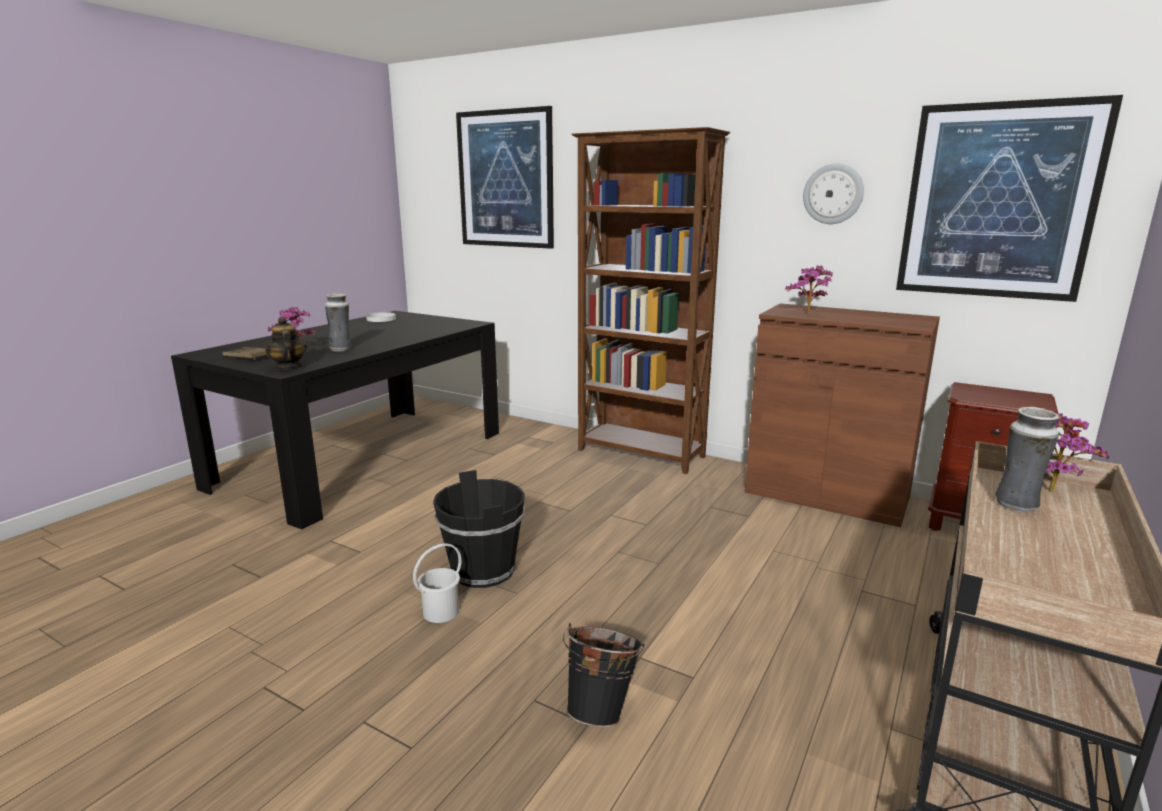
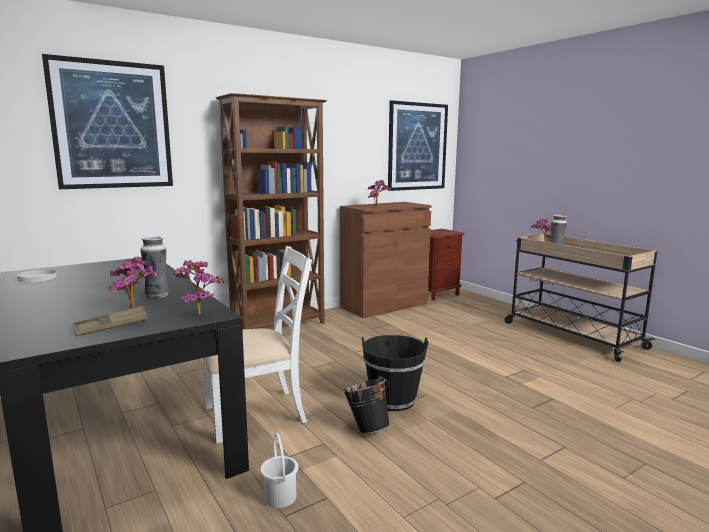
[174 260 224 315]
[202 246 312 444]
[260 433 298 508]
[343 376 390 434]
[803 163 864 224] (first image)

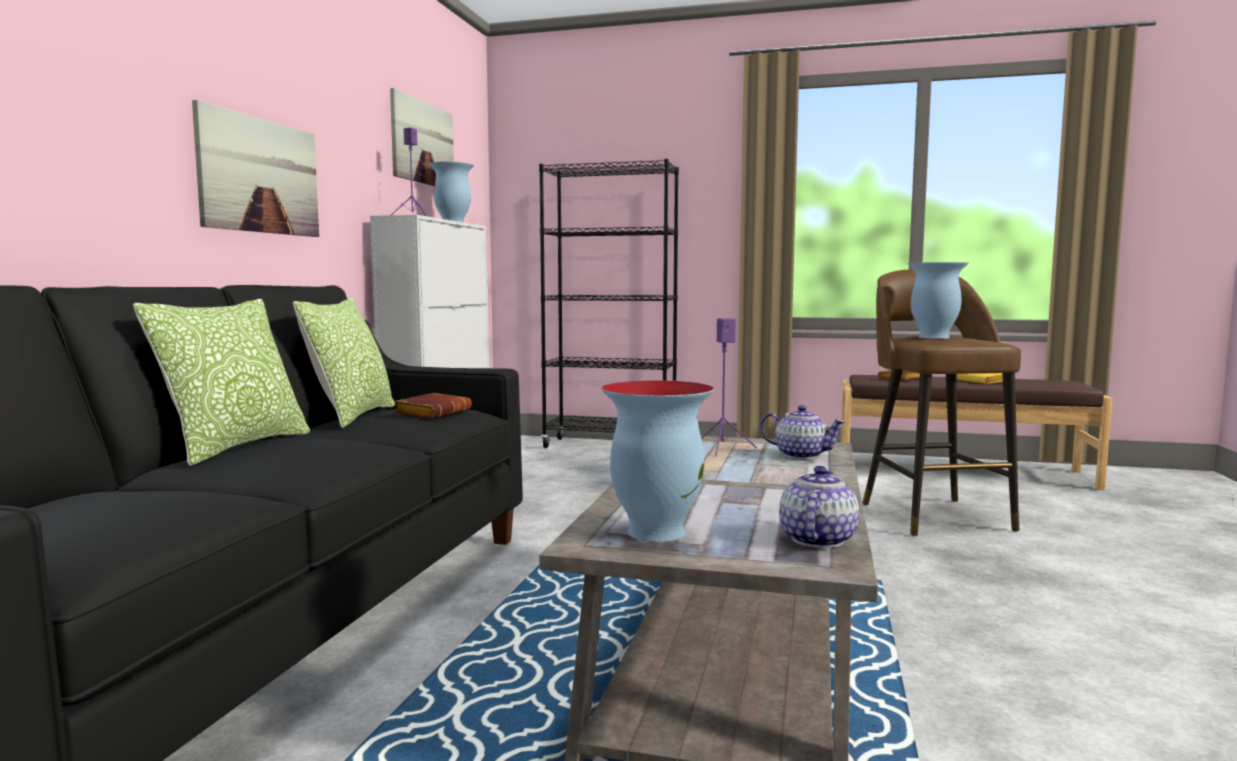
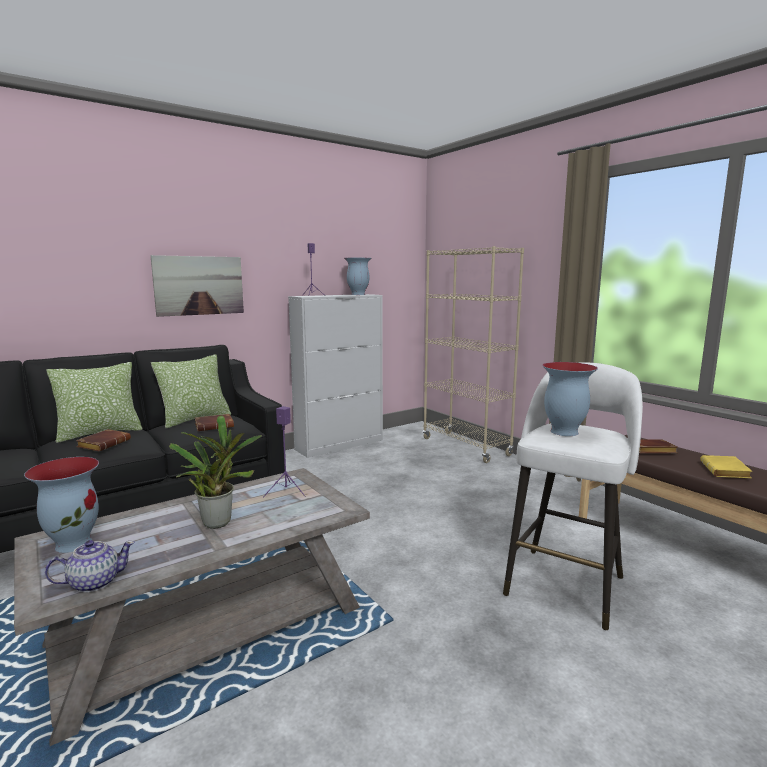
[76 429 131 451]
[169 415 262 529]
[423 246 524 463]
[503 362 643 630]
[390 88 454 186] (first image)
[760 405 845 459] (first image)

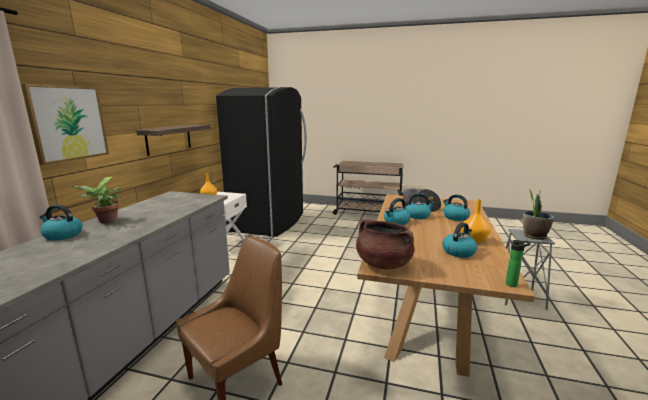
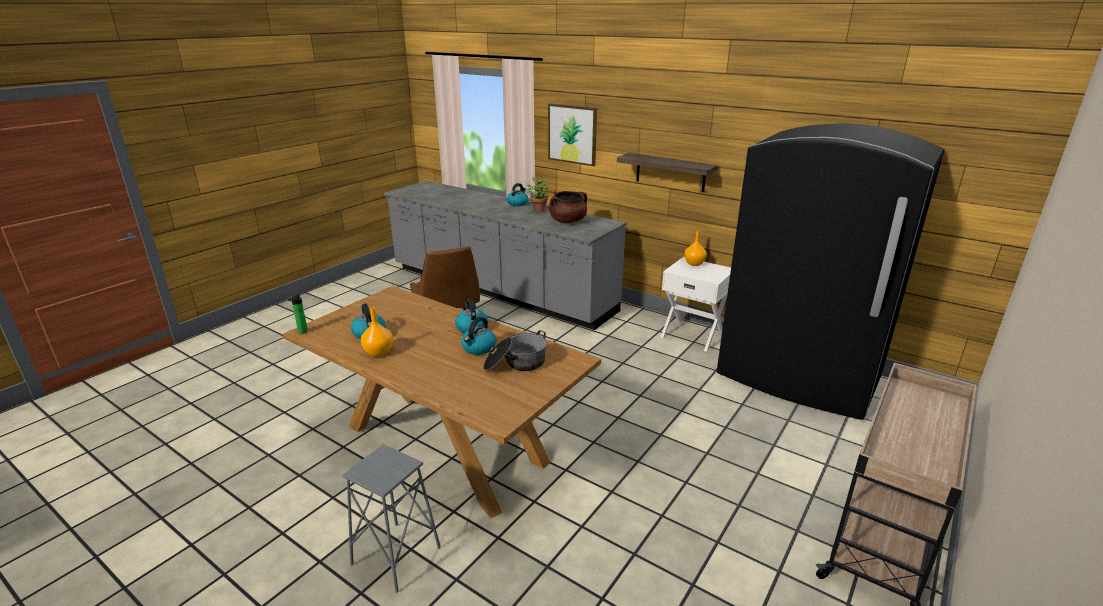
[549 191 587 223]
[443 194 470 221] (first image)
[523 190 554 240] (first image)

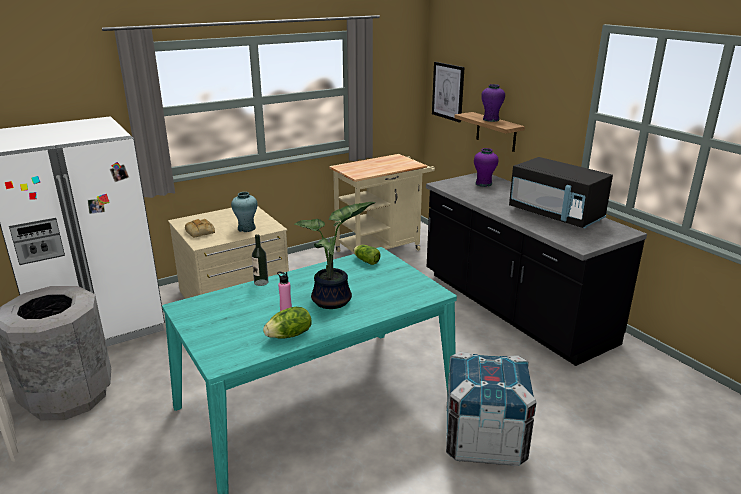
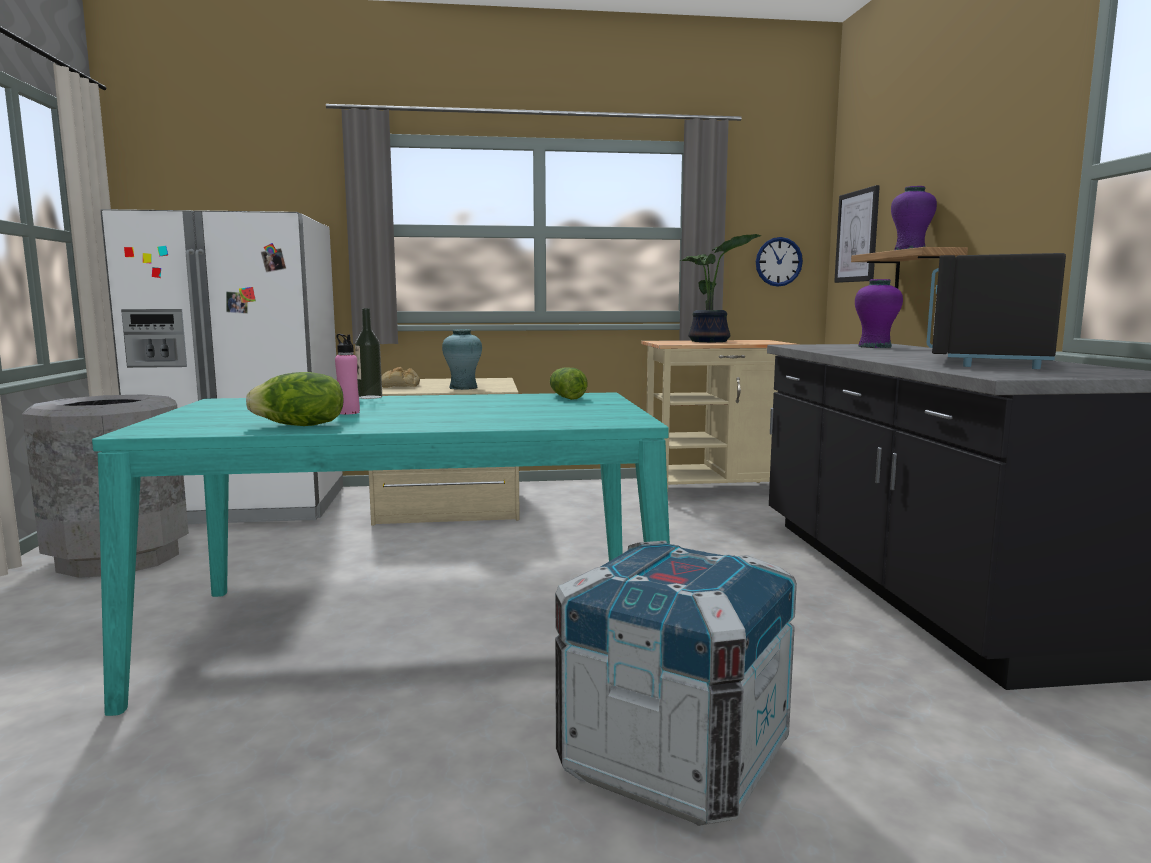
[680 234 761 342]
[756 237 803 287]
[927 253 1066 369]

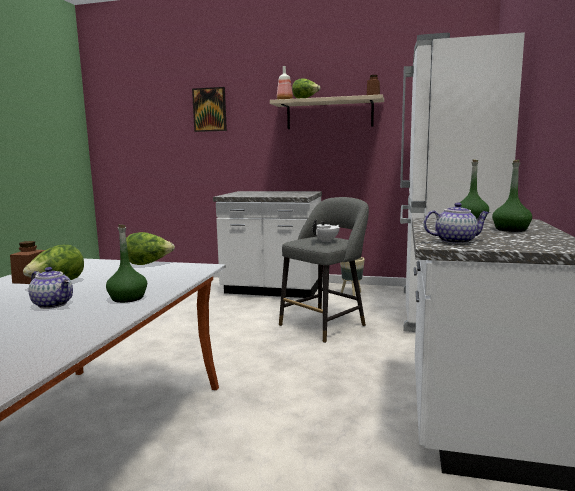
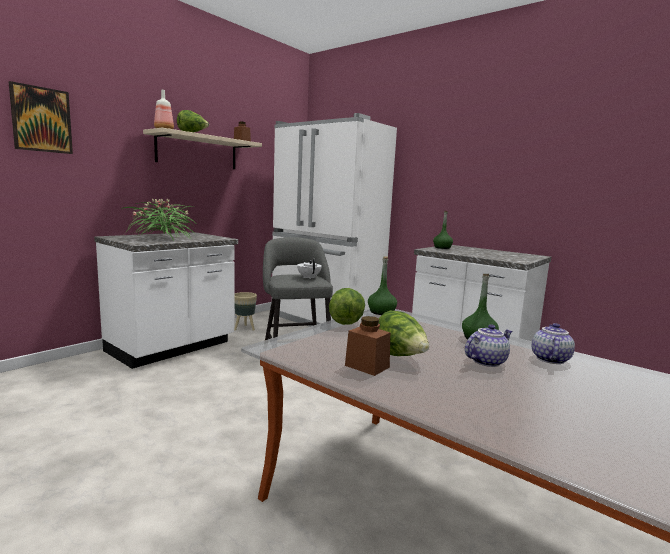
[121 199 195 241]
[368 256 397 315]
[532 323 575 364]

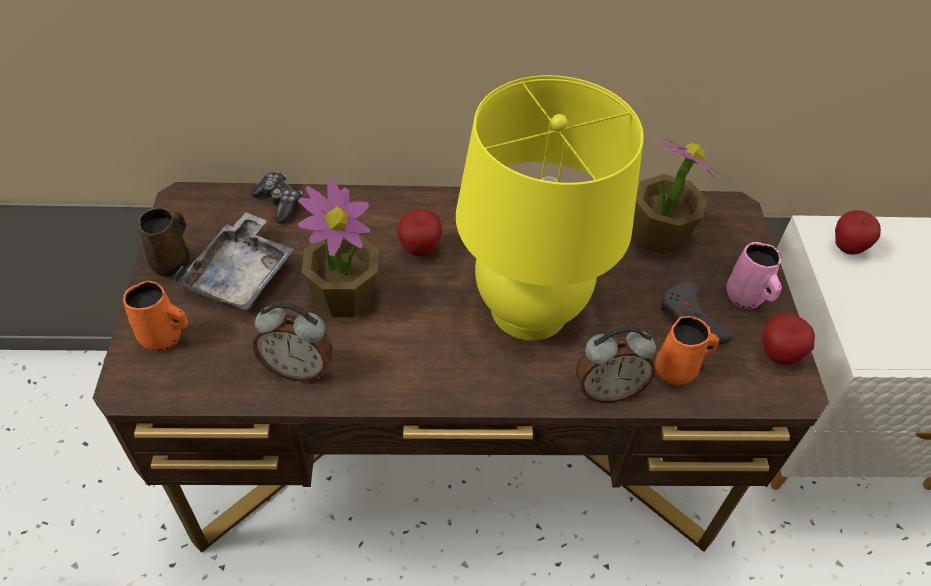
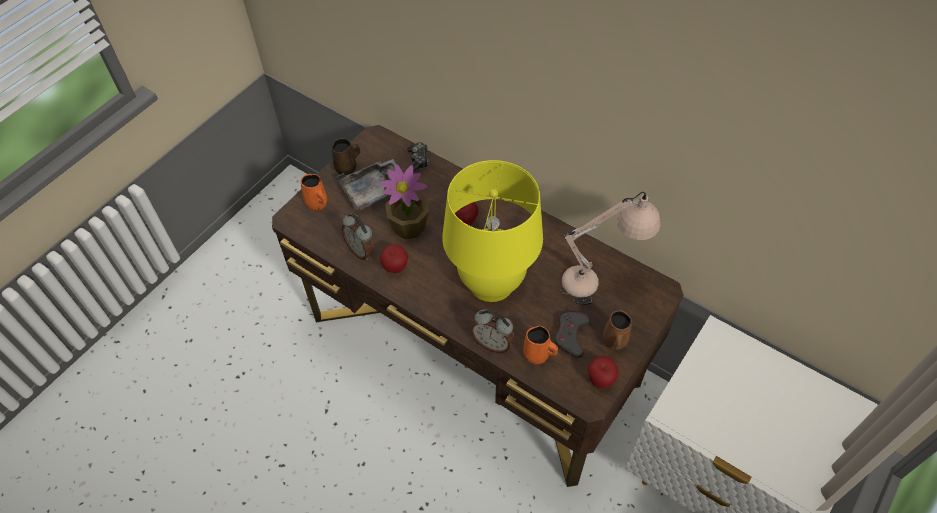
[380 244 408 273]
[560 192 660 305]
[603 310 632 350]

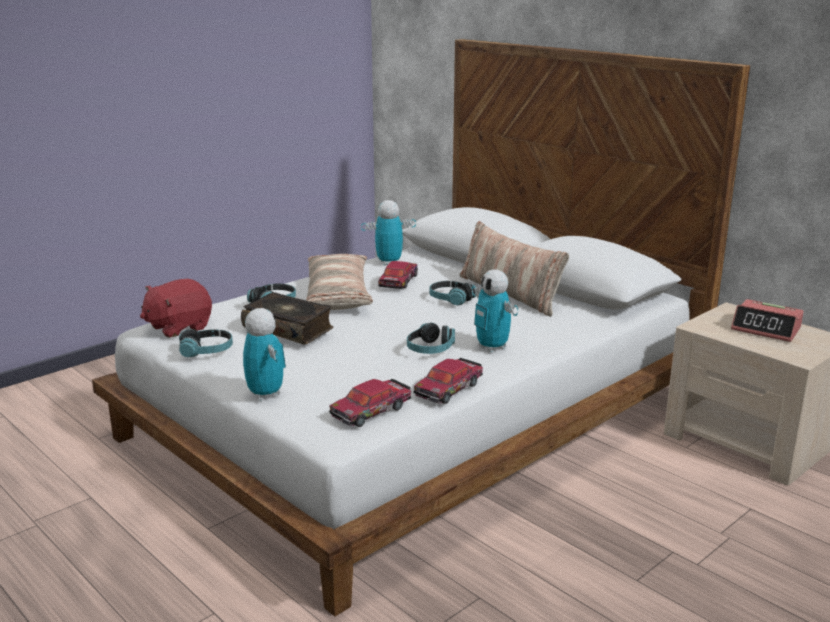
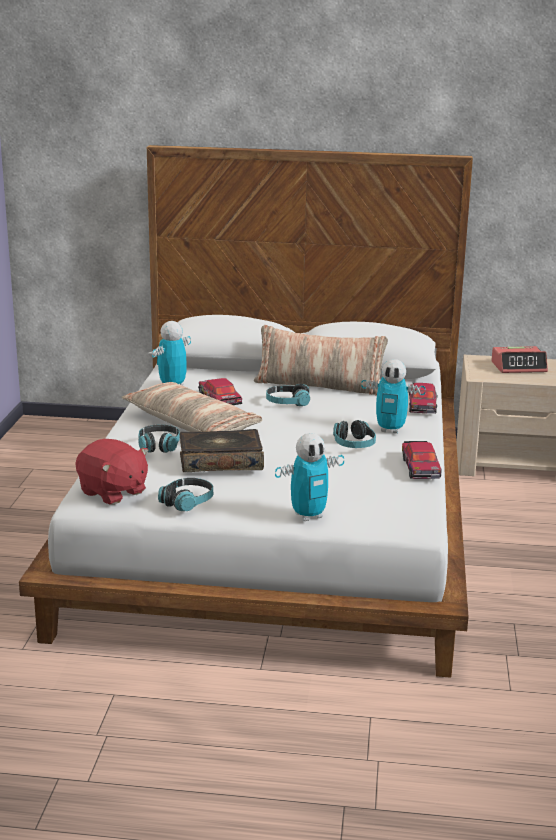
[75 439 149 505]
[275 433 344 521]
[409 383 437 414]

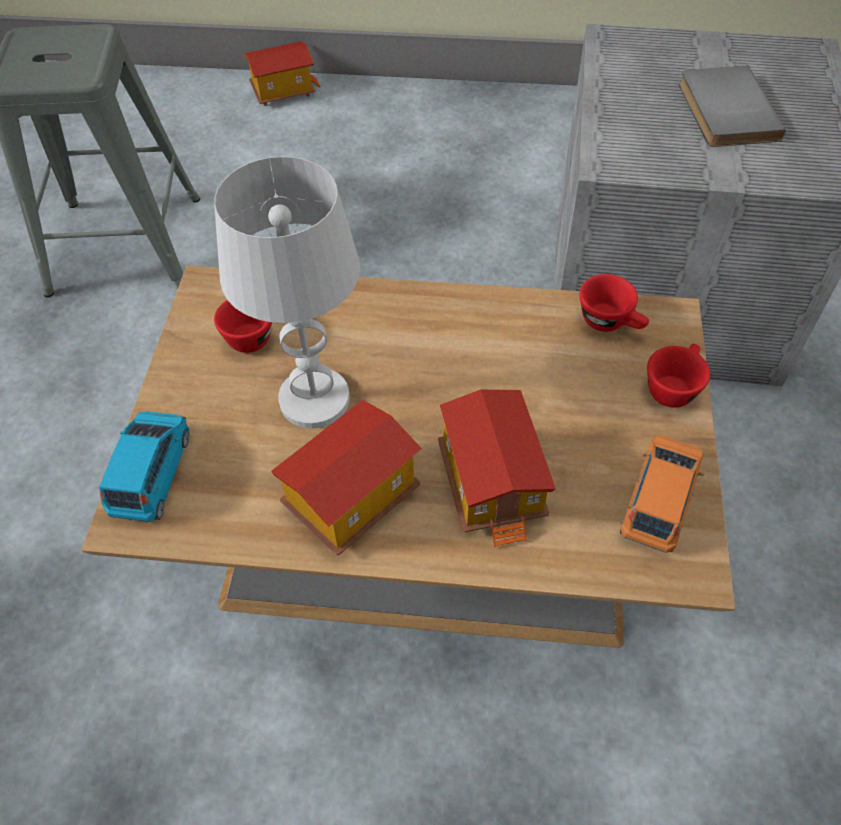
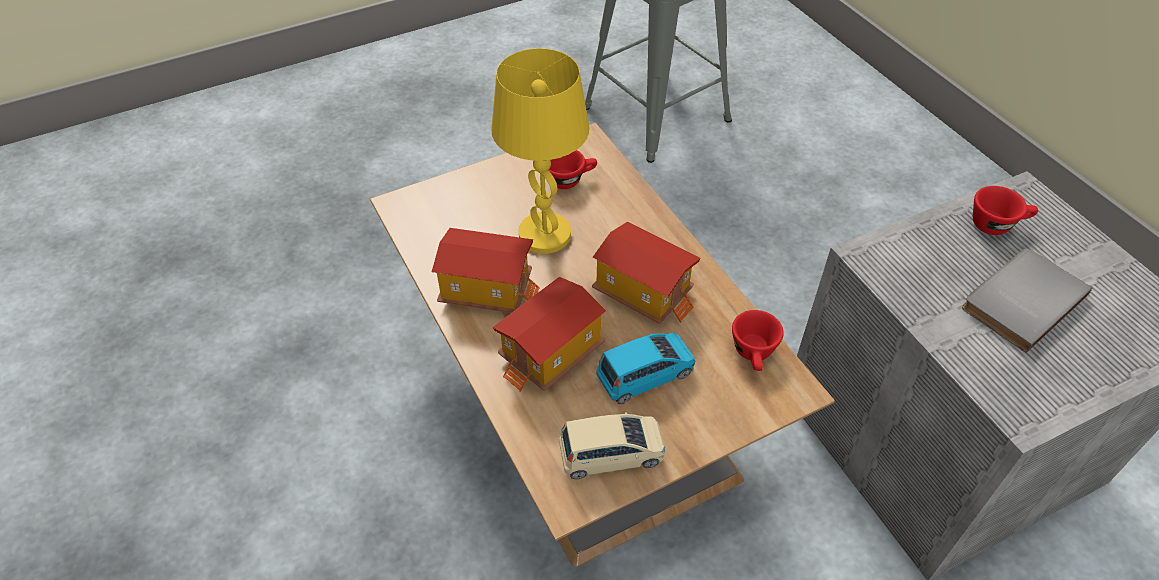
[491 48 589 254]
[559 412 665 479]
[592 222 701 324]
[596 333 696 404]
[973 186 1038 235]

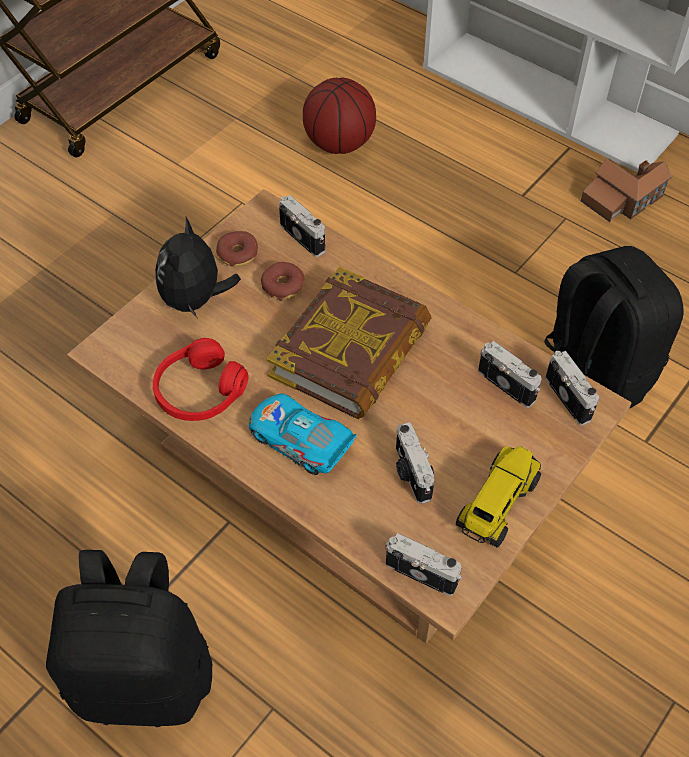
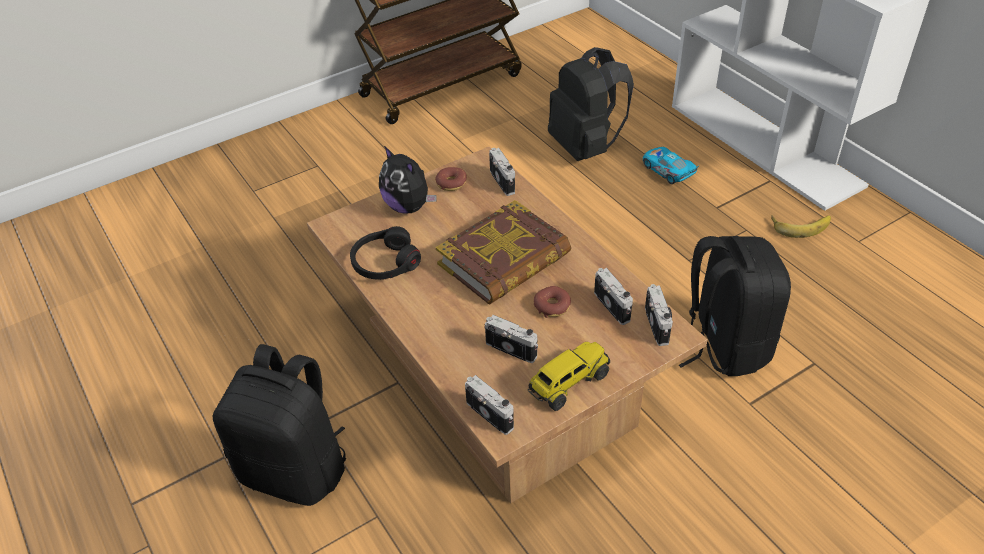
[350 226 421 280]
[379 146 437 214]
[484 315 538 363]
[534 286 571 318]
[548 47 634 161]
[643 147 699 184]
[771 215 831 238]

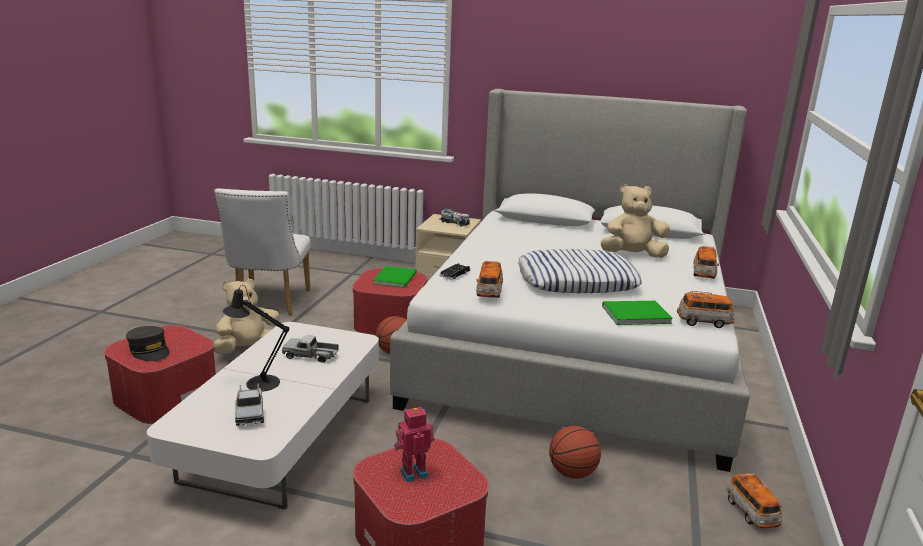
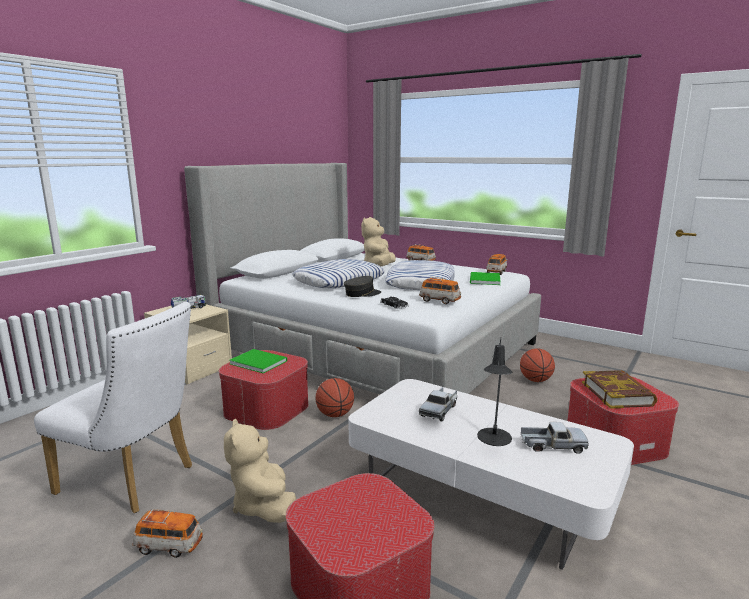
[132 509 203 558]
[292 259 385 288]
[344 276 381 297]
[582 370 657 409]

